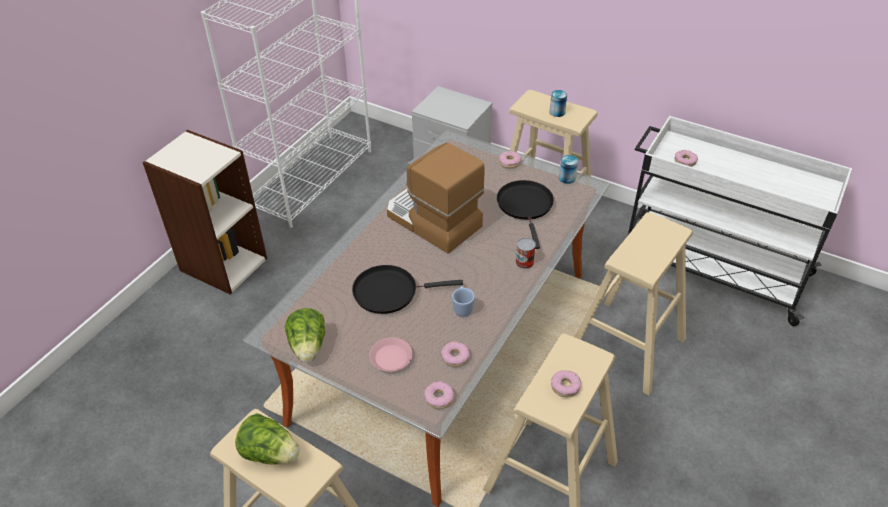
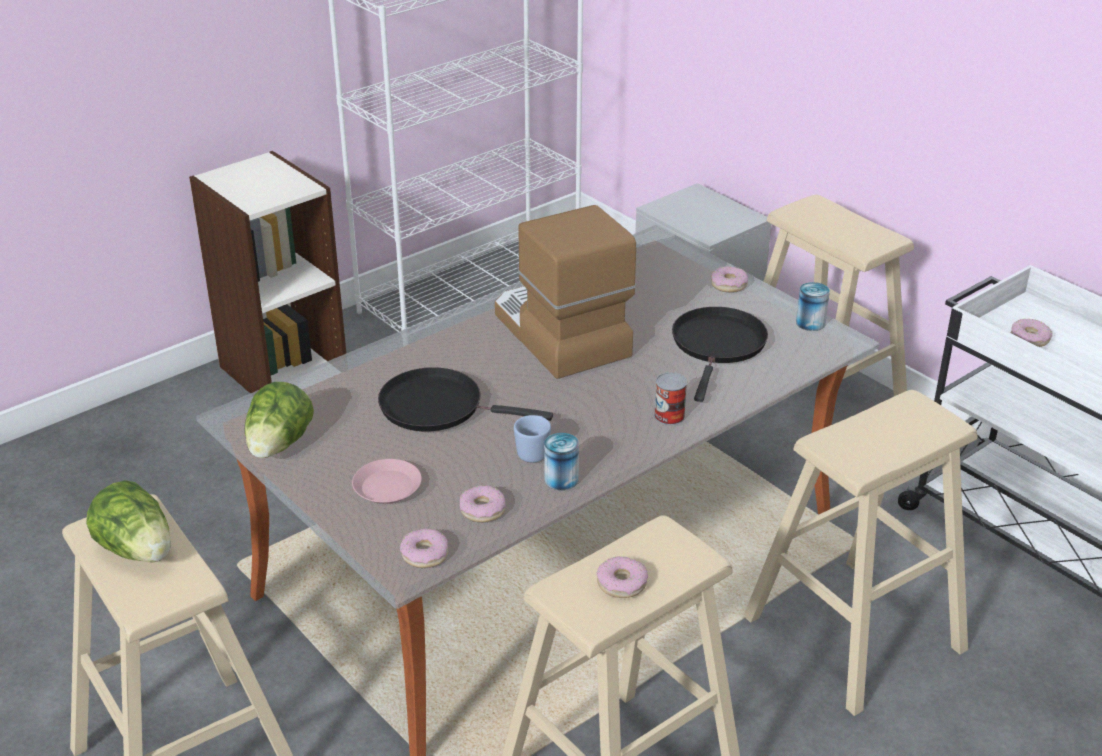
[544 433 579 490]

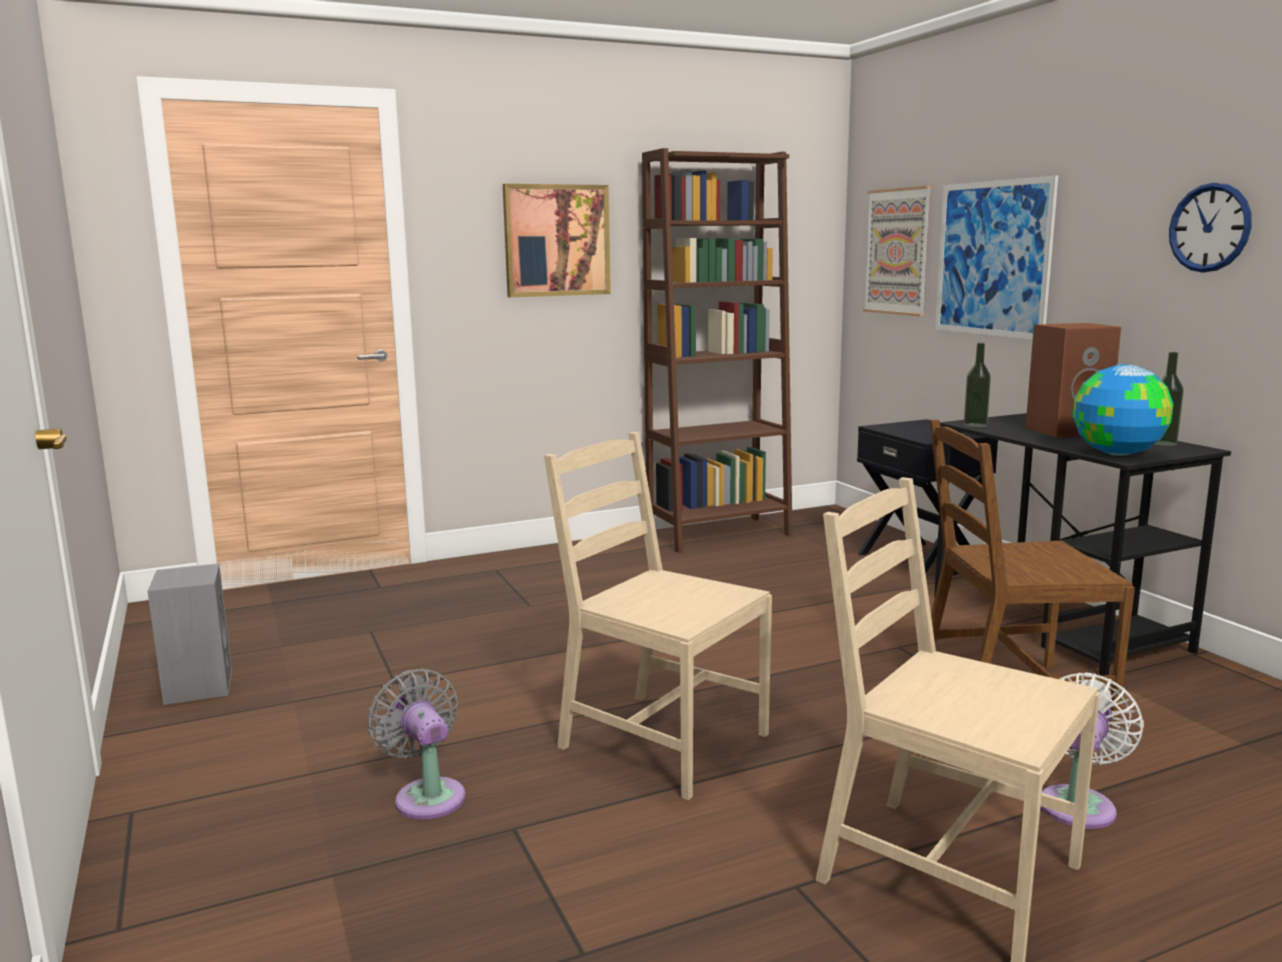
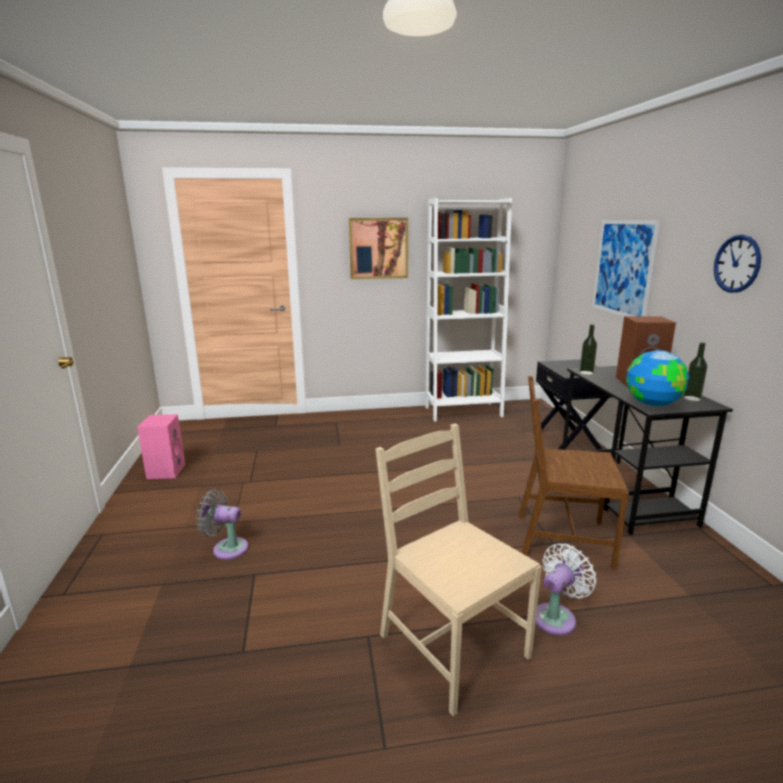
[137 414 185 479]
[196 489 249 560]
[425 198 512 422]
[544 432 772 800] (first image)
[863 186 932 317] (first image)

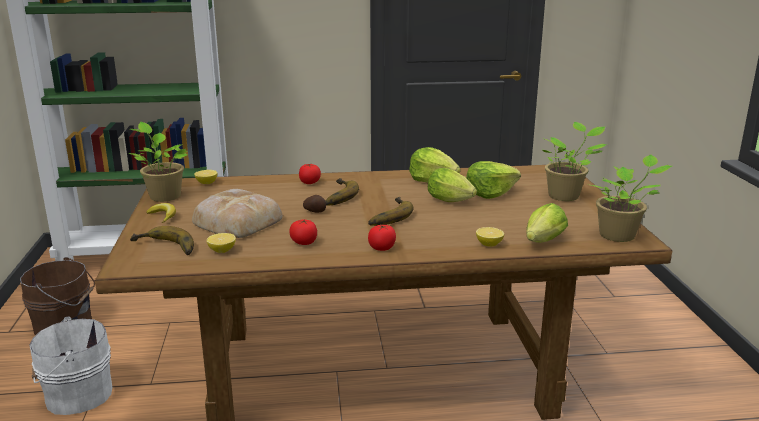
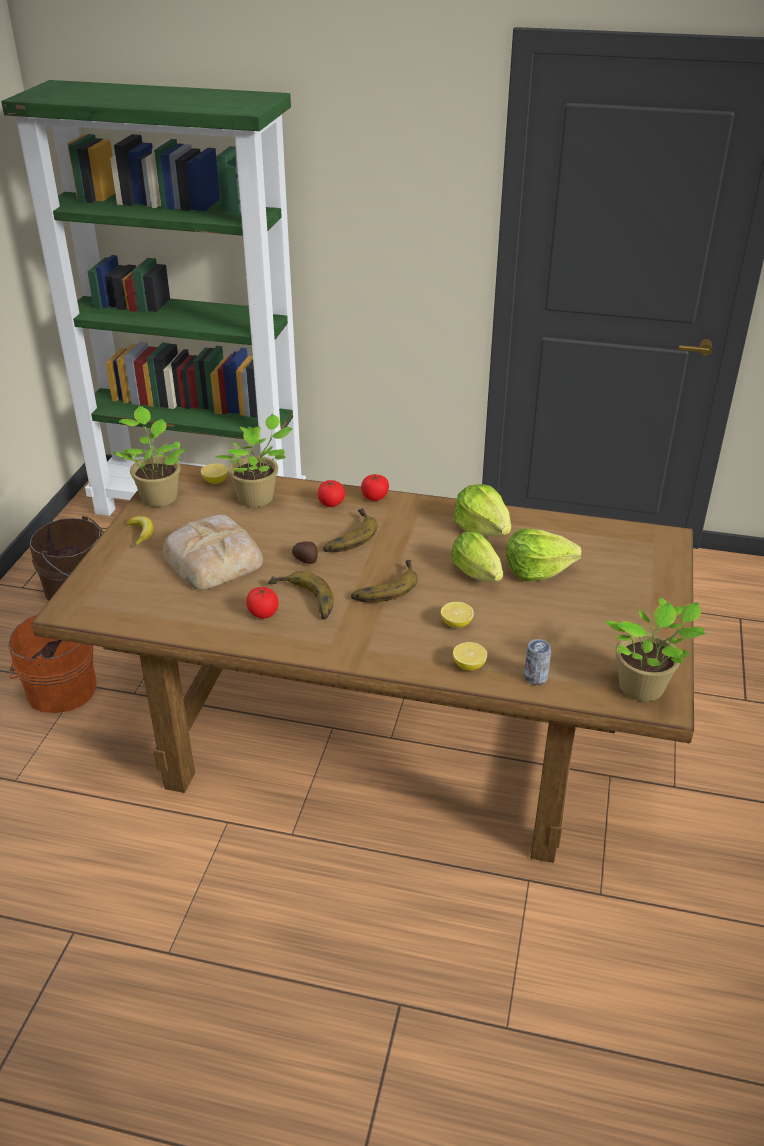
[9 613 96 713]
[215 414 293 507]
[268 571 333 620]
[361 474 389 501]
[441 602 474 628]
[524 639 551 685]

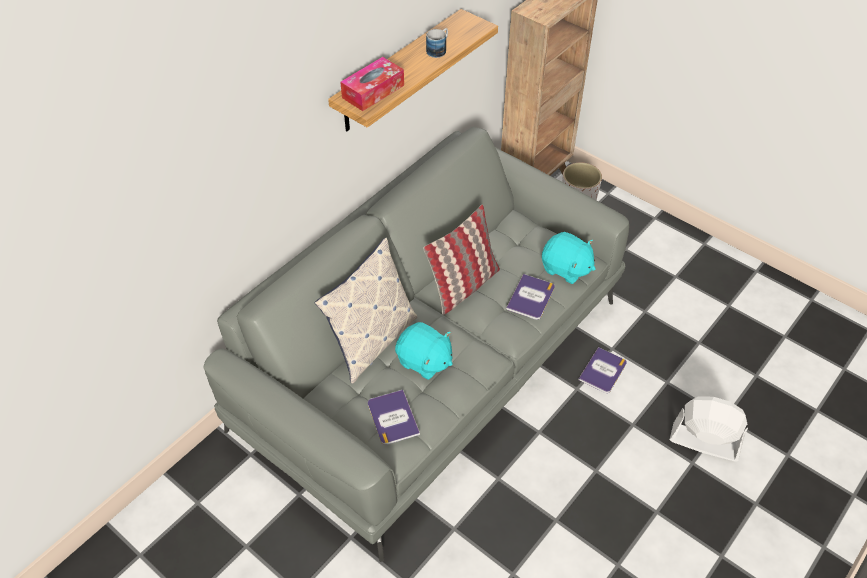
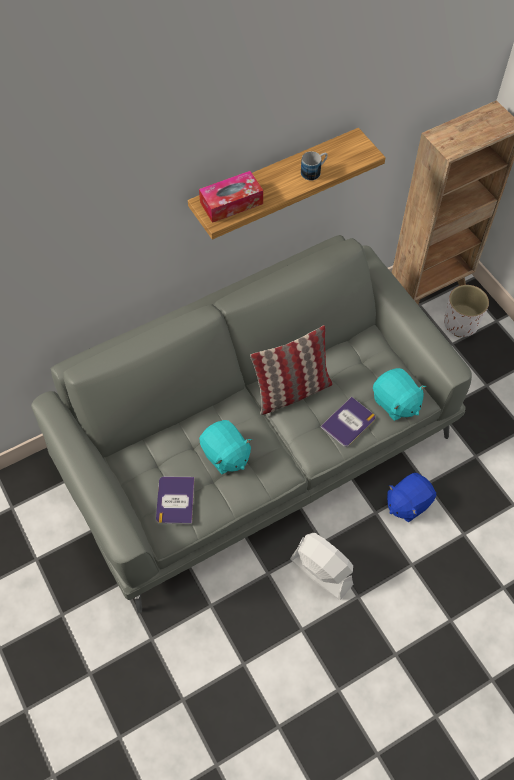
[290 533 353 600]
[387 473 436 522]
[314 237 417 384] (first image)

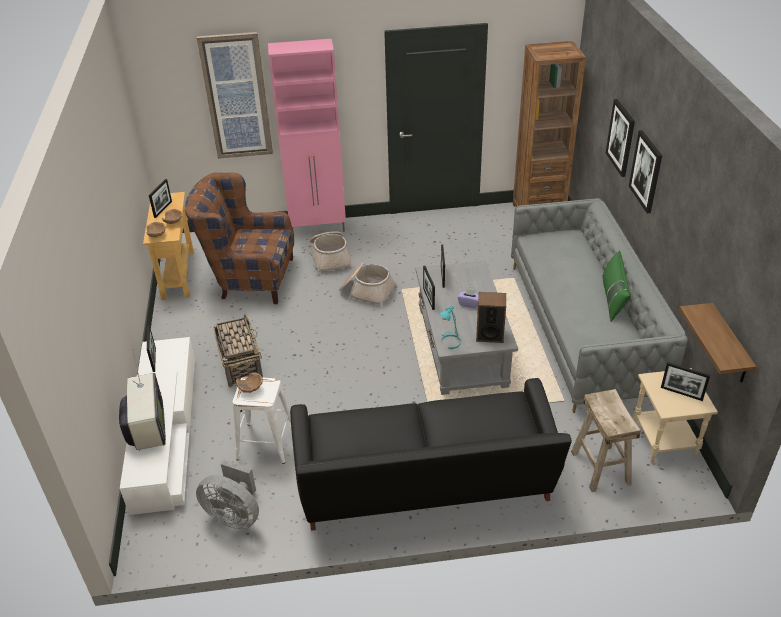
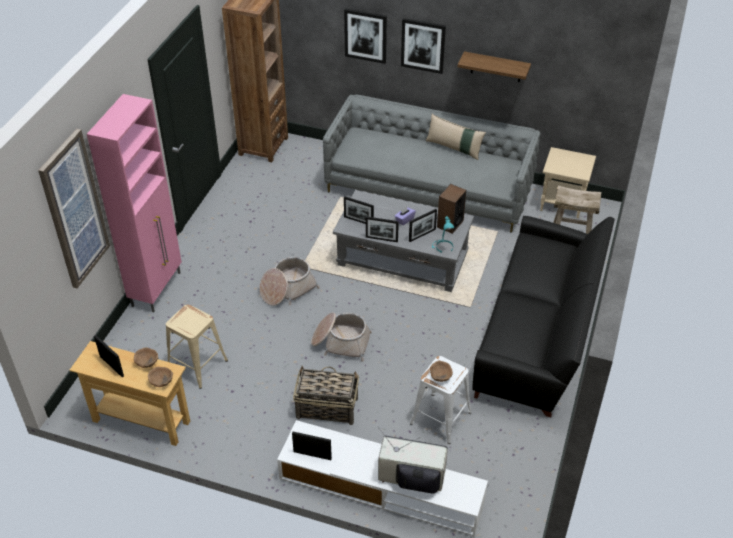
[166 304 228 389]
[311 312 372 361]
[409 209 437 242]
[426 114 486 160]
[458 51 531 82]
[196 460 259 529] (first image)

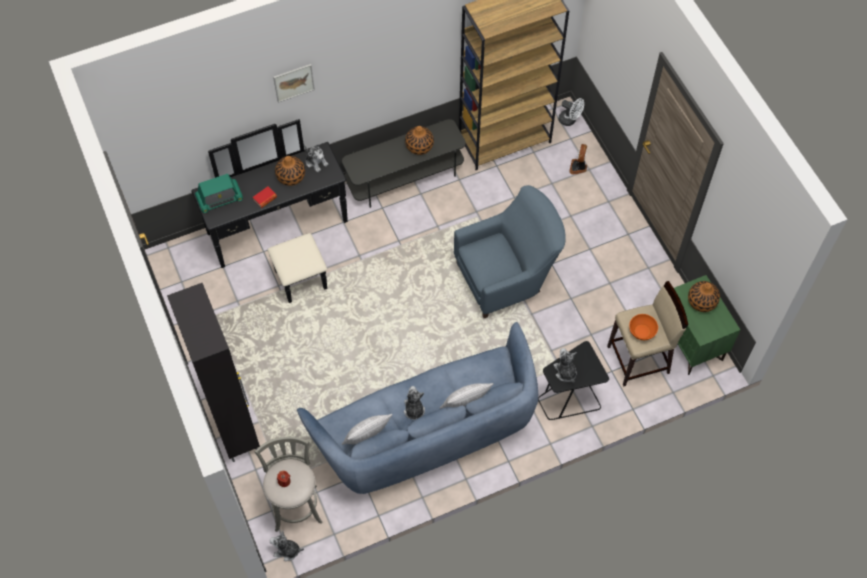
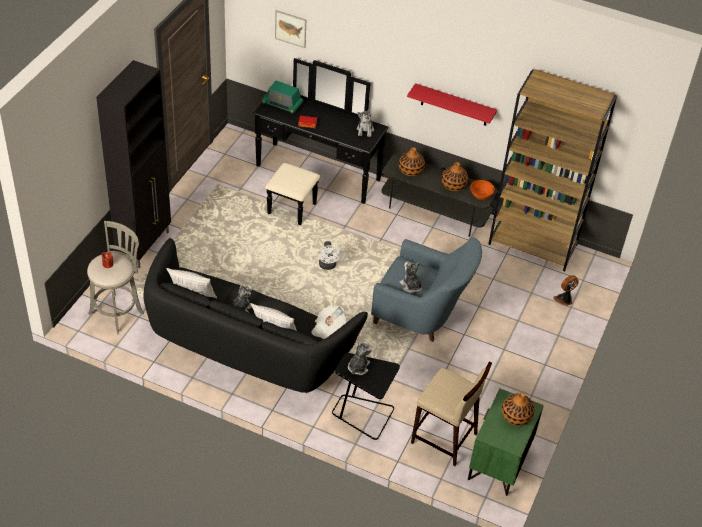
[143 238 368 394]
[275 10 306 48]
[311 305 347 339]
[318 241 342 270]
[399 147 425 176]
[399 262 422 293]
[407 83 497 126]
[470 180 495 200]

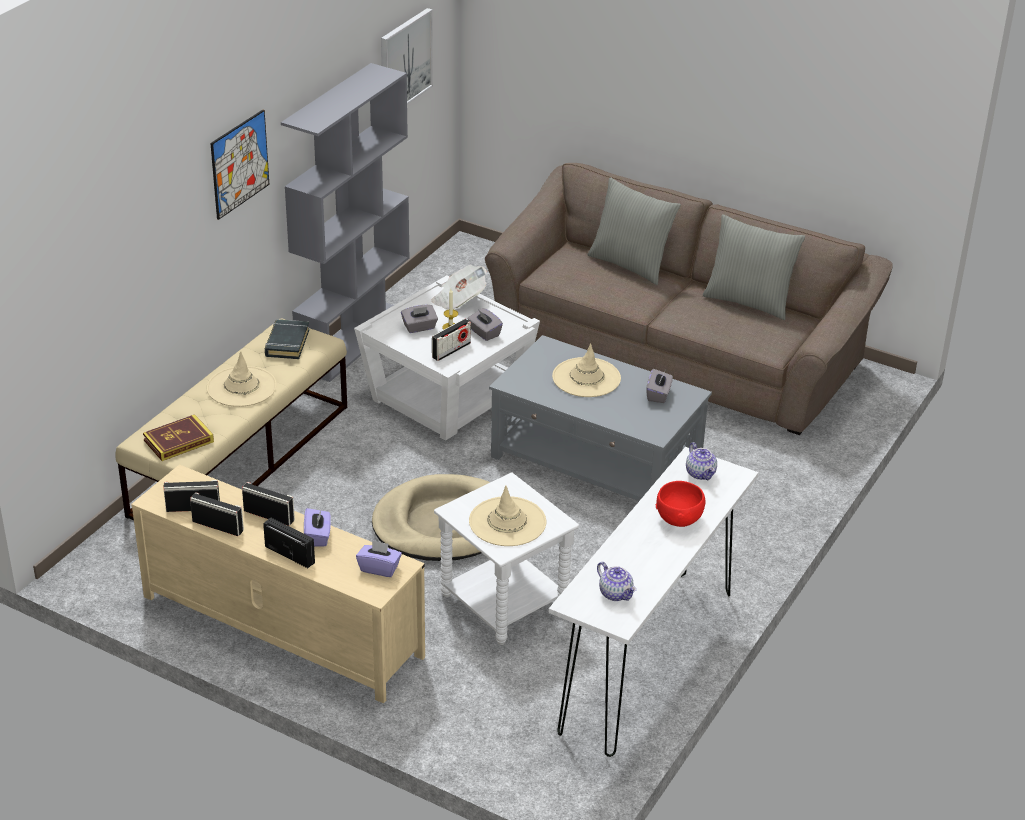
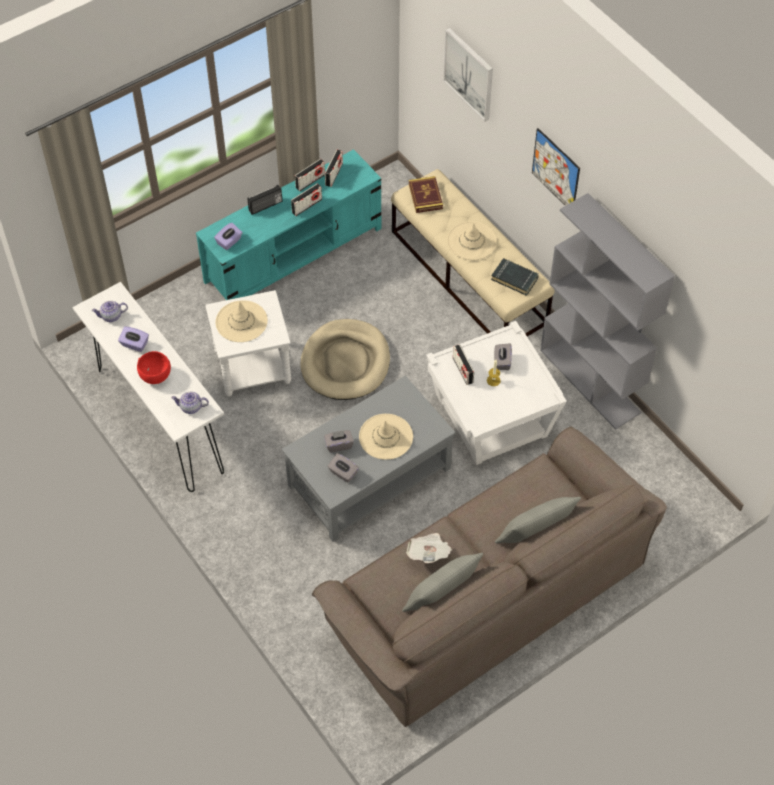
[118 326 149 352]
[196 149 381 300]
[324 430 354 453]
[406 533 452 563]
[443 28 493 121]

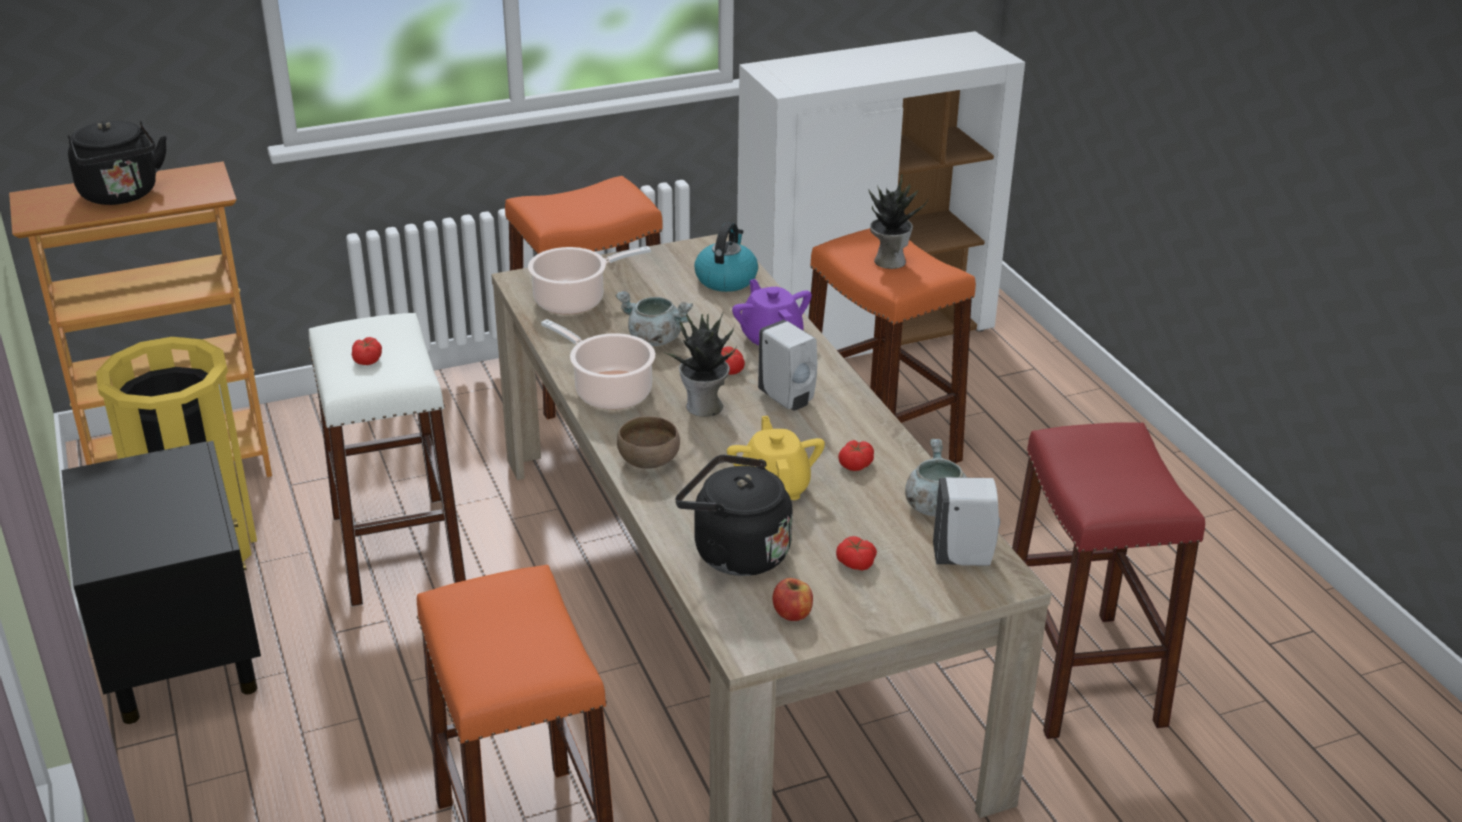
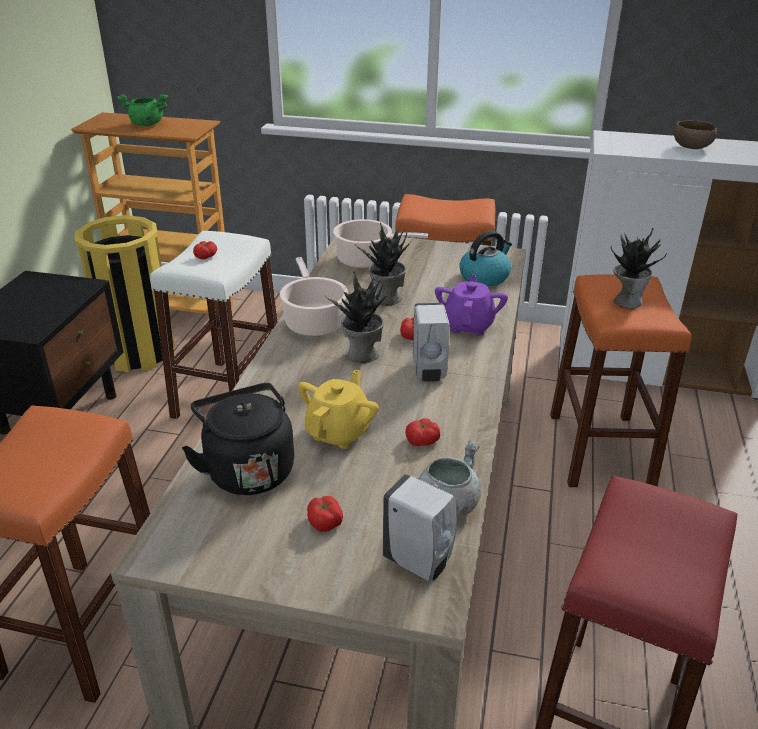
[117 94 168 126]
[355 223 410 306]
[674 120 717 149]
[773 578 813 621] (first image)

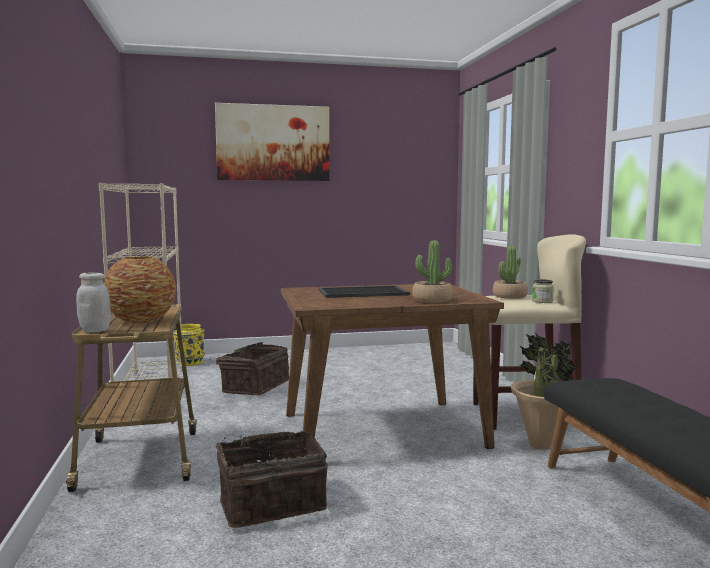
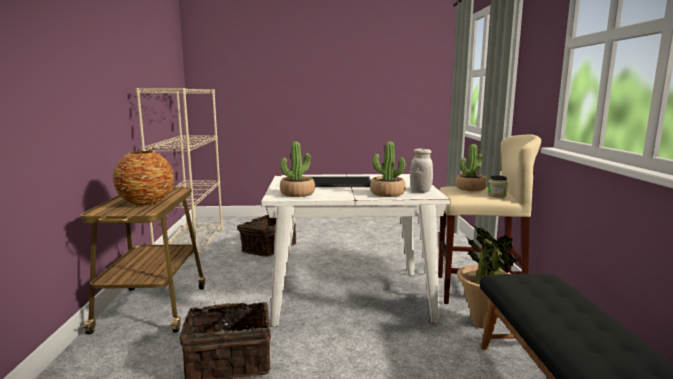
[261 174 450 327]
[280 141 315 197]
[410 149 433 192]
[173 324 205 366] (first image)
[215 103 330 181] (first image)

